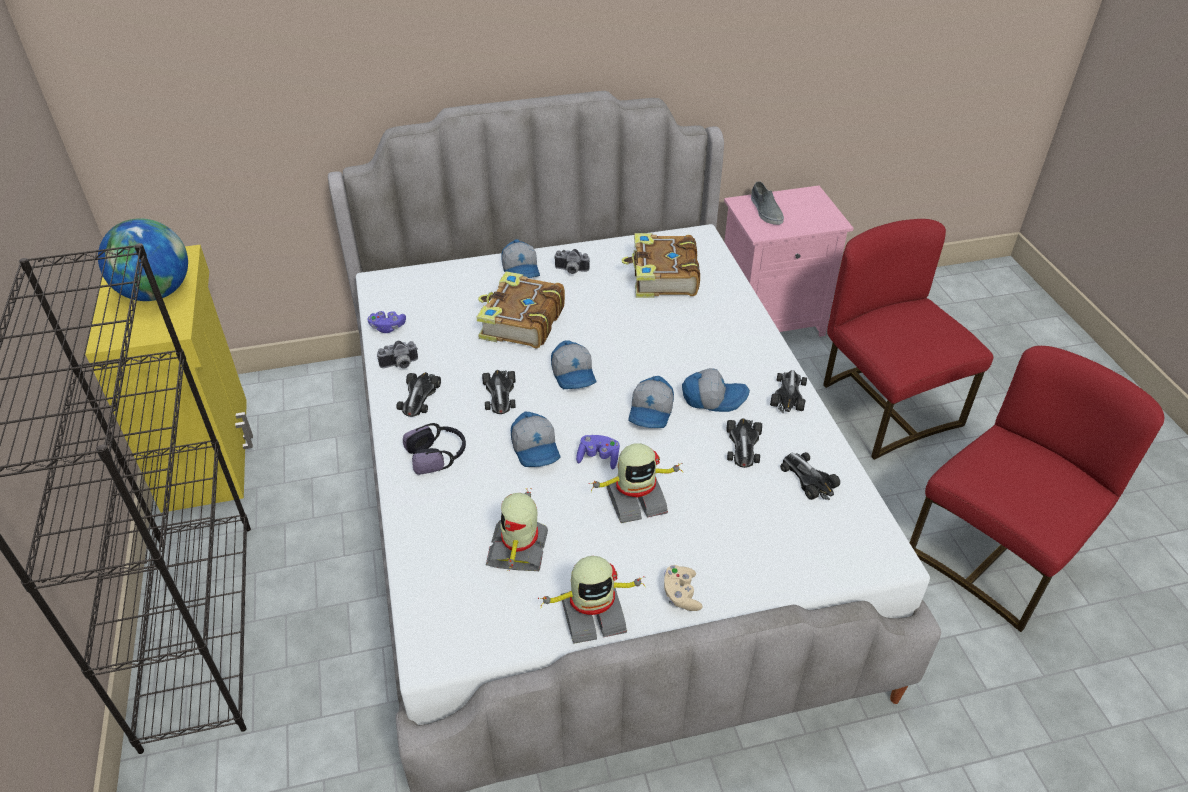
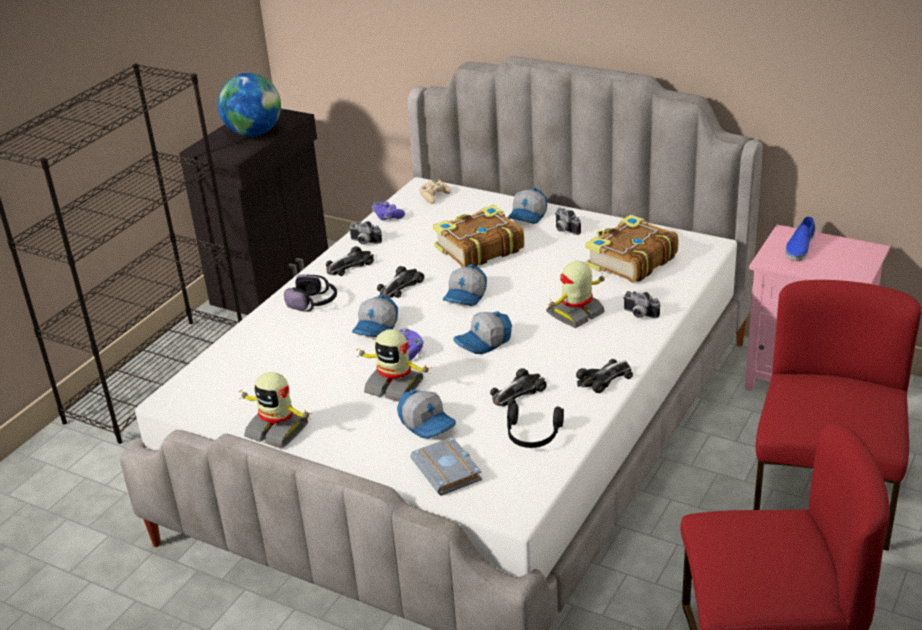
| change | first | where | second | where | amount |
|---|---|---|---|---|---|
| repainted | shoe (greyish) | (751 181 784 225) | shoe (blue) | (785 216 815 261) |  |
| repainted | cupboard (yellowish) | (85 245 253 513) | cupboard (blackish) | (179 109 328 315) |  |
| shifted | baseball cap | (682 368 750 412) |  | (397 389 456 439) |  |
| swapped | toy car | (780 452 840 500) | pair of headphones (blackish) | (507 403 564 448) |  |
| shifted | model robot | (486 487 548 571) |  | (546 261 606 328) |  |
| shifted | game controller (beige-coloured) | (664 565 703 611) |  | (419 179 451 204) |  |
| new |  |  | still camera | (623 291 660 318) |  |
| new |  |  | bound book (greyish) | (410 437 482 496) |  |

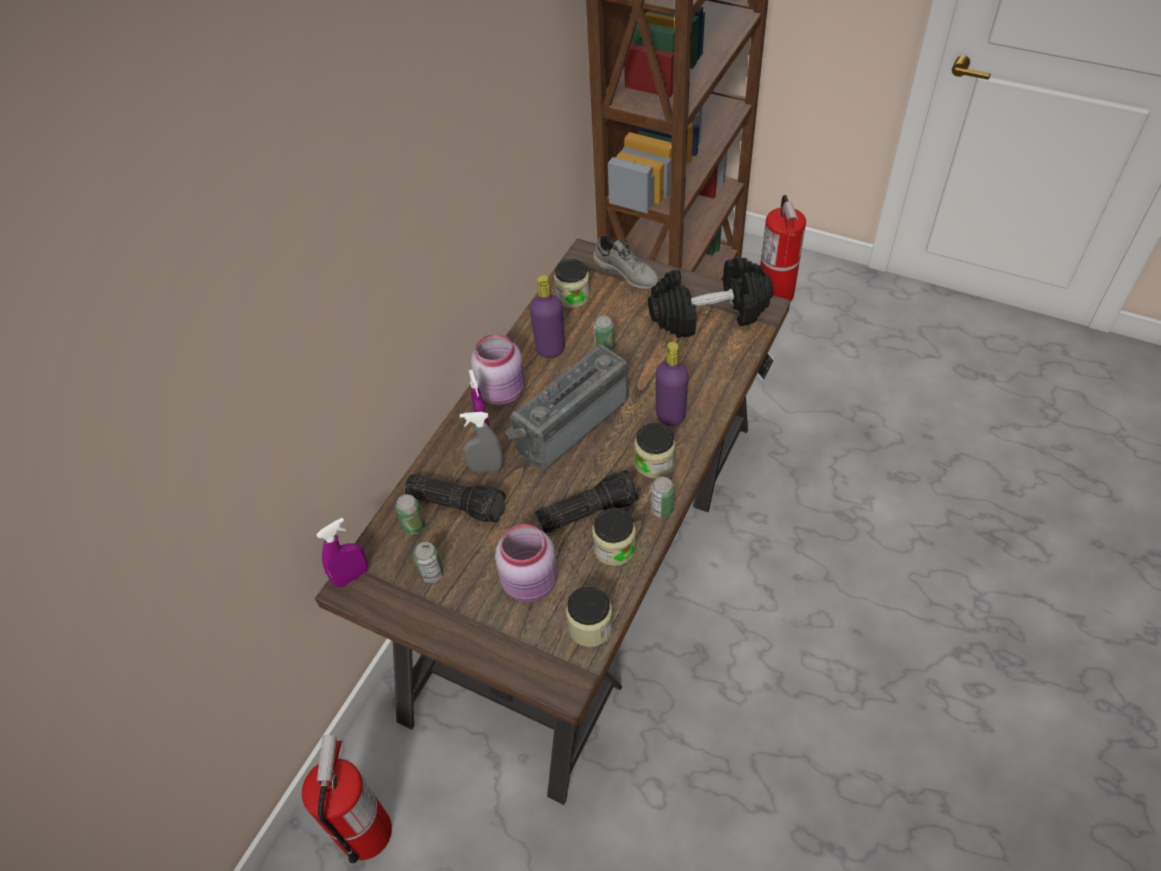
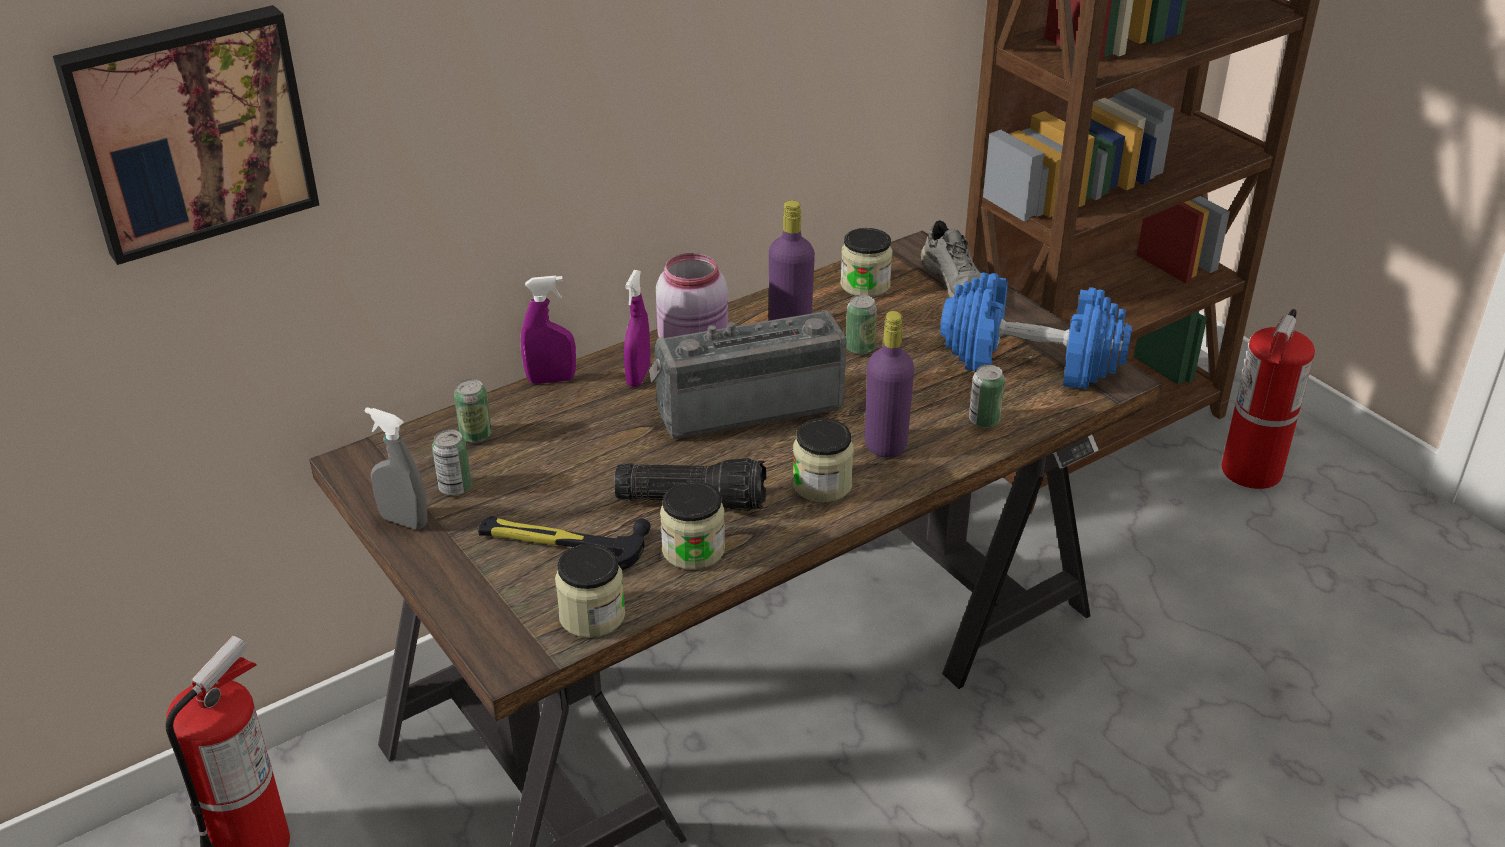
| change | first | where | second | where | amount |
|---|---|---|---|---|---|
| repainted | dumbbell (blackish) | (648 258 773 338) | dumbbell (blue) | (940 272 1132 389) |  |
| shifted | hand sprayer (greyish) | (460 412 504 472) |  | (365 407 427 530) |  |
| gone | flashlight | (404 474 506 523) |  |  |  |
| shifted | sealed can | (651 477 675 518) |  | (969 365 1005 428) |  |
| shifted | hand sprayer (purple-coloured) | (316 518 368 588) |  | (521 276 576 384) |  |
| swapped | jar (pink) | (495 524 558 602) | hammer | (478 516 651 570) |  |
| new |  |  | wall art | (53 5 319 265) |  |

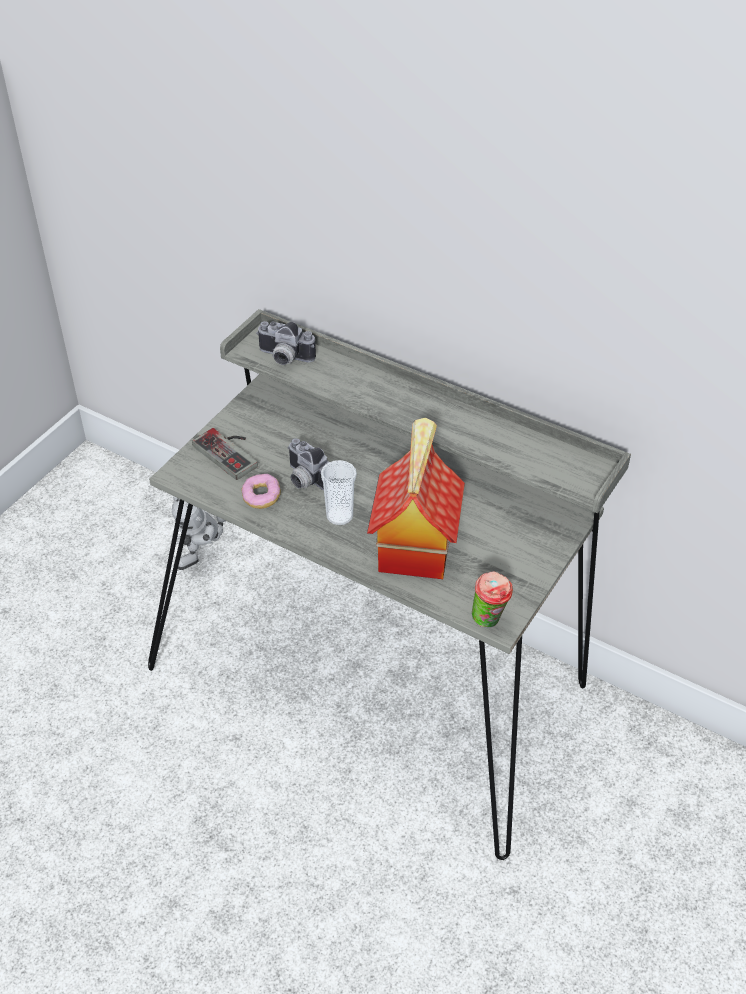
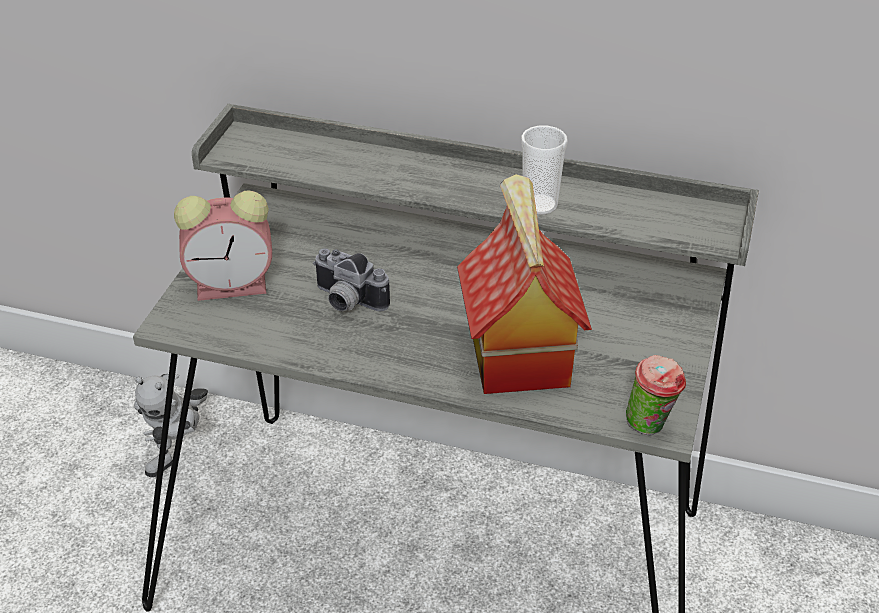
| change | first | where | second | where | amount |
|---|---|---|---|---|---|
| gone | still camera | (256 321 316 365) |  |  |  |
| swapped | game controller | (192 428 258 480) | bedside clock | (174 190 272 301) |  |
| shifted | small cup | (321 460 357 525) |  | (521 126 568 215) |  |
| gone | donut | (241 474 281 509) |  |  |  |

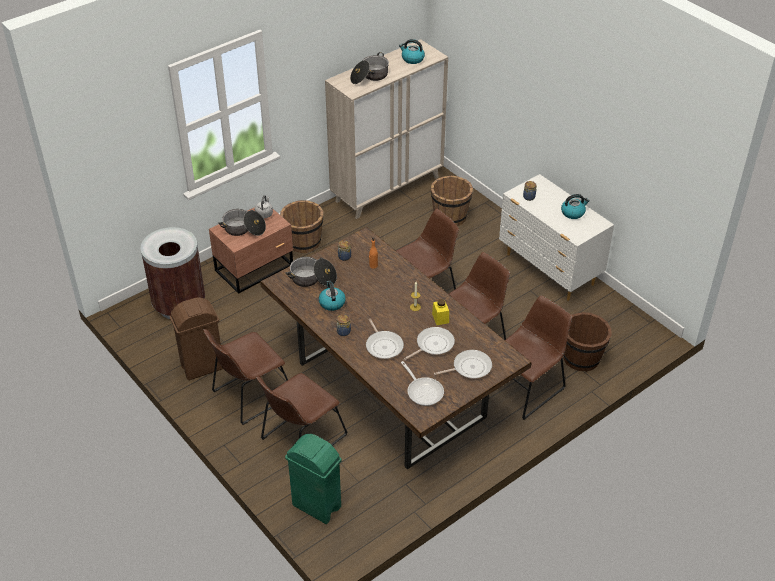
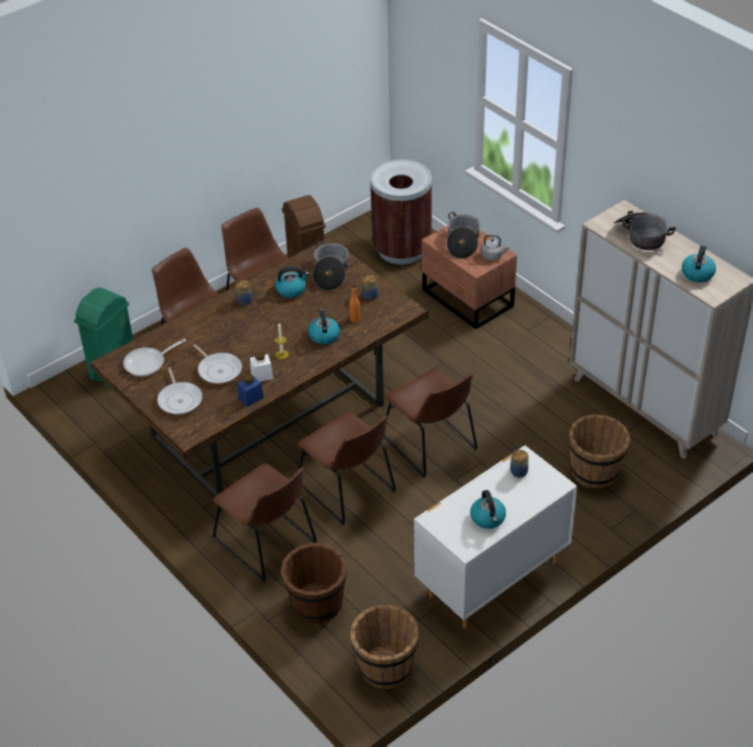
| change | first | where | second | where | amount |
|---|---|---|---|---|---|
| shifted | water bucket (brown) | (280 200 323 253) |  | (350 604 419 689) |  |
| repainted | jar (yellowish) | (432 299 449 325) | jar (white) | (250 352 273 382) |  |
| gone | frying pan | (366 319 404 359) |  |  |  |
| new |  |  | water kettle | (308 309 340 344) |  |
| new |  |  | jar (blue) | (237 374 264 407) |  |

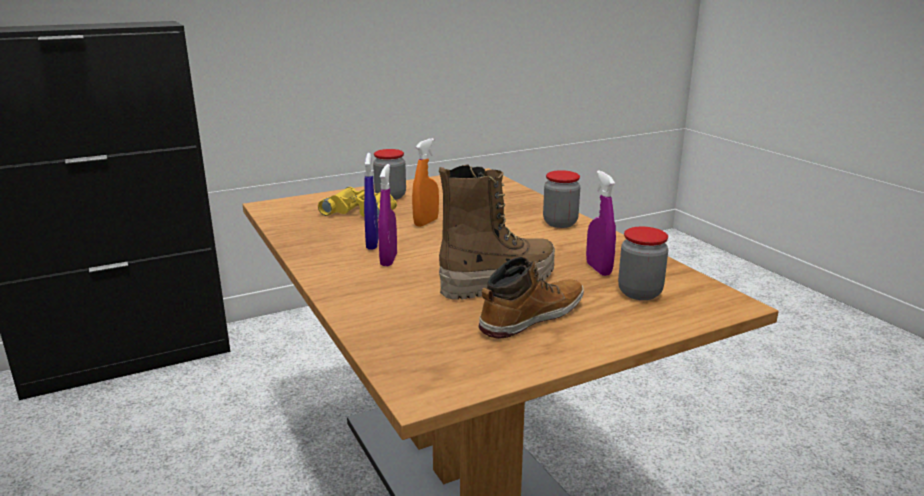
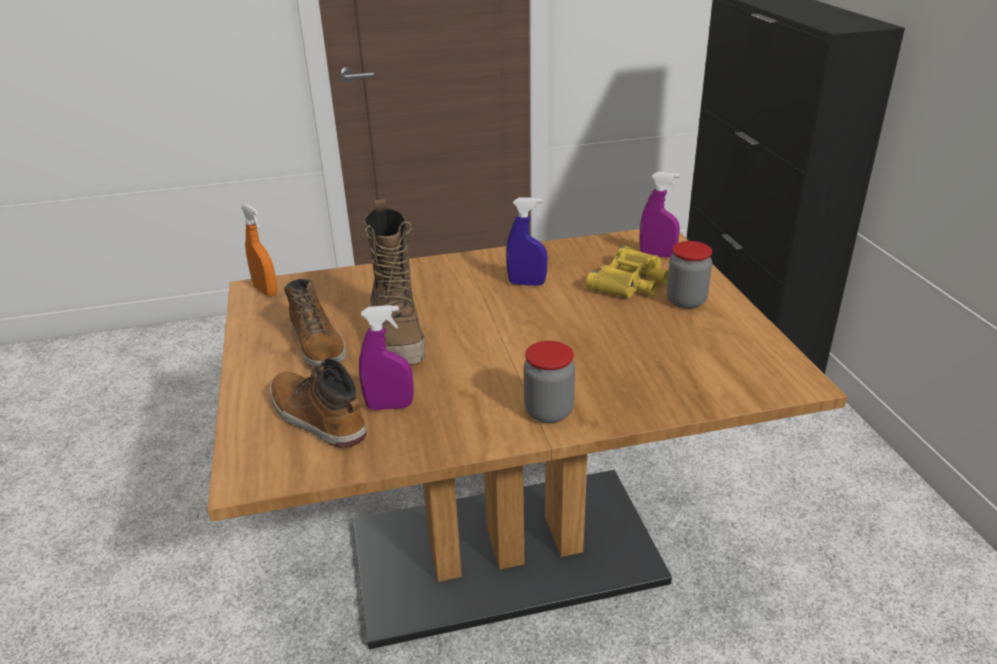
| change | first | where | second | where | amount |
|---|---|---|---|---|---|
| shifted | hand sprayer (orange-coloured) | (412 138 439 227) |  | (241 204 278 296) |  |
| shifted | hand sprayer (purple-coloured) | (378 164 397 266) |  | (639 172 680 258) |  |
| swapped | jar | (618 227 668 300) | tall boot | (270 358 367 448) |  |

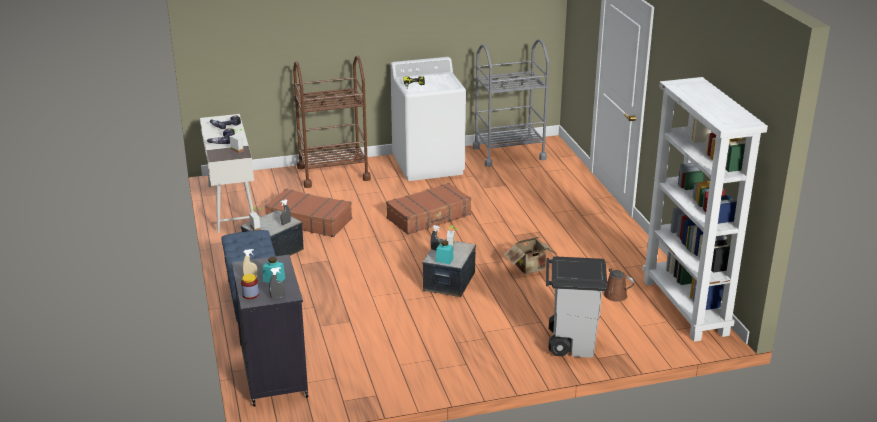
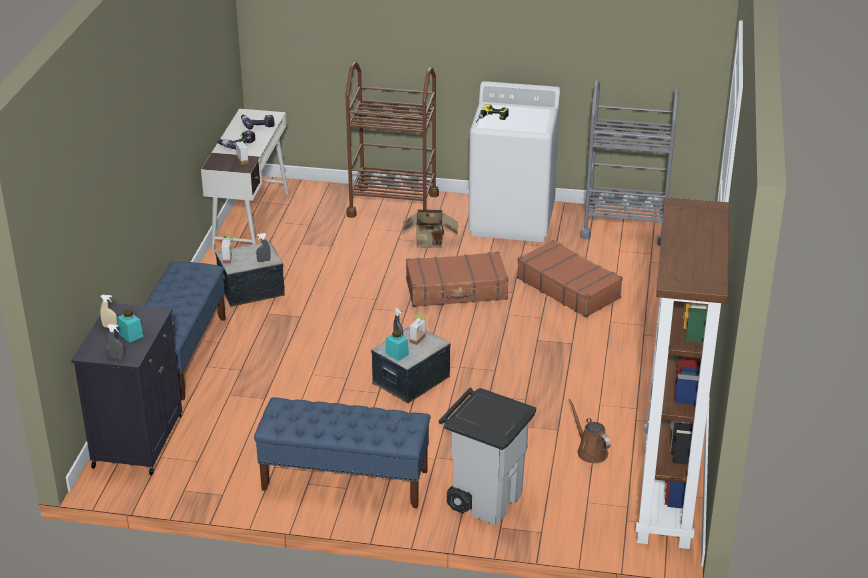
| change | first | where | second | where | amount |
|---|---|---|---|---|---|
| repainted | bookcase (white) | (642 77 768 342) | bookcase (brown) | (636 197 729 549) |  |
| shifted | suitcase (brown) | (265 189 352 237) |  | (517 240 623 317) |  |
| shifted | packing box | (504 236 558 274) |  | (402 210 458 248) |  |
| gone | jar | (241 274 259 299) |  |  |  |
| new |  |  | long seat (blue) | (254 397 430 508) |  |

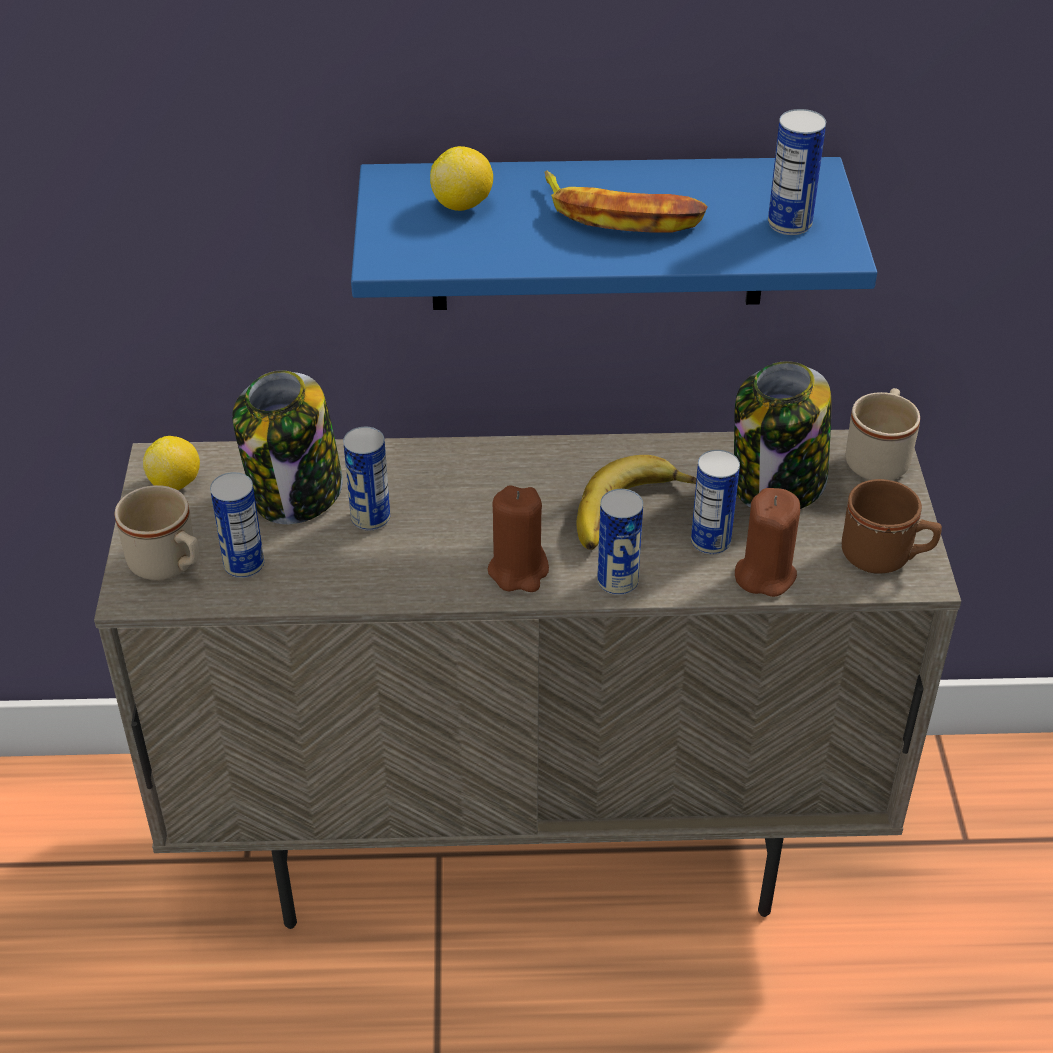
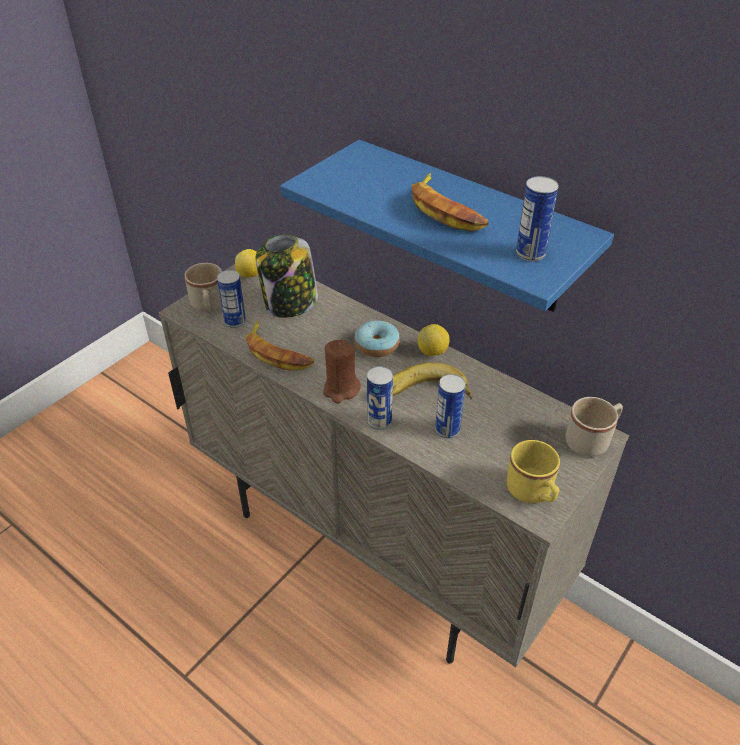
| change | first | where | second | where | amount |
|---|---|---|---|---|---|
| shifted | lemon | (430 146 493 211) |  | (418 324 449 356) |  |
| gone | jar | (734 361 832 509) |  |  |  |
| gone | sealed can | (343 427 390 530) |  |  |  |
| repainted | mug (brown) | (842 479 942 574) | mug (yellowish) | (507 440 560 503) |  |
| gone | wax light (brown) | (735 488 800 597) |  |  |  |
| new |  |  | banana fruit | (245 320 314 370) |  |
| new |  |  | donut | (354 320 400 357) |  |

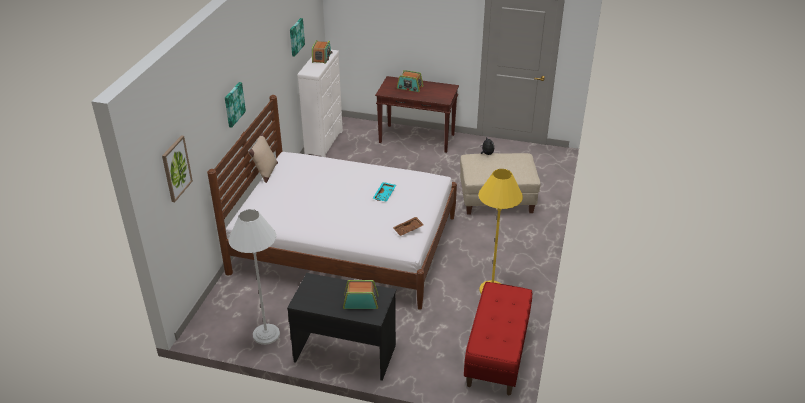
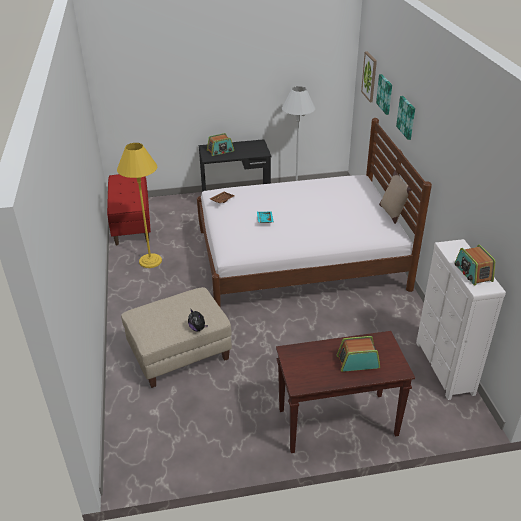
| change | first | where | second | where | amount |
|---|---|---|---|---|---|
| shifted | wall art | (290 18 305 56) |  | (376 74 392 115) |  |

